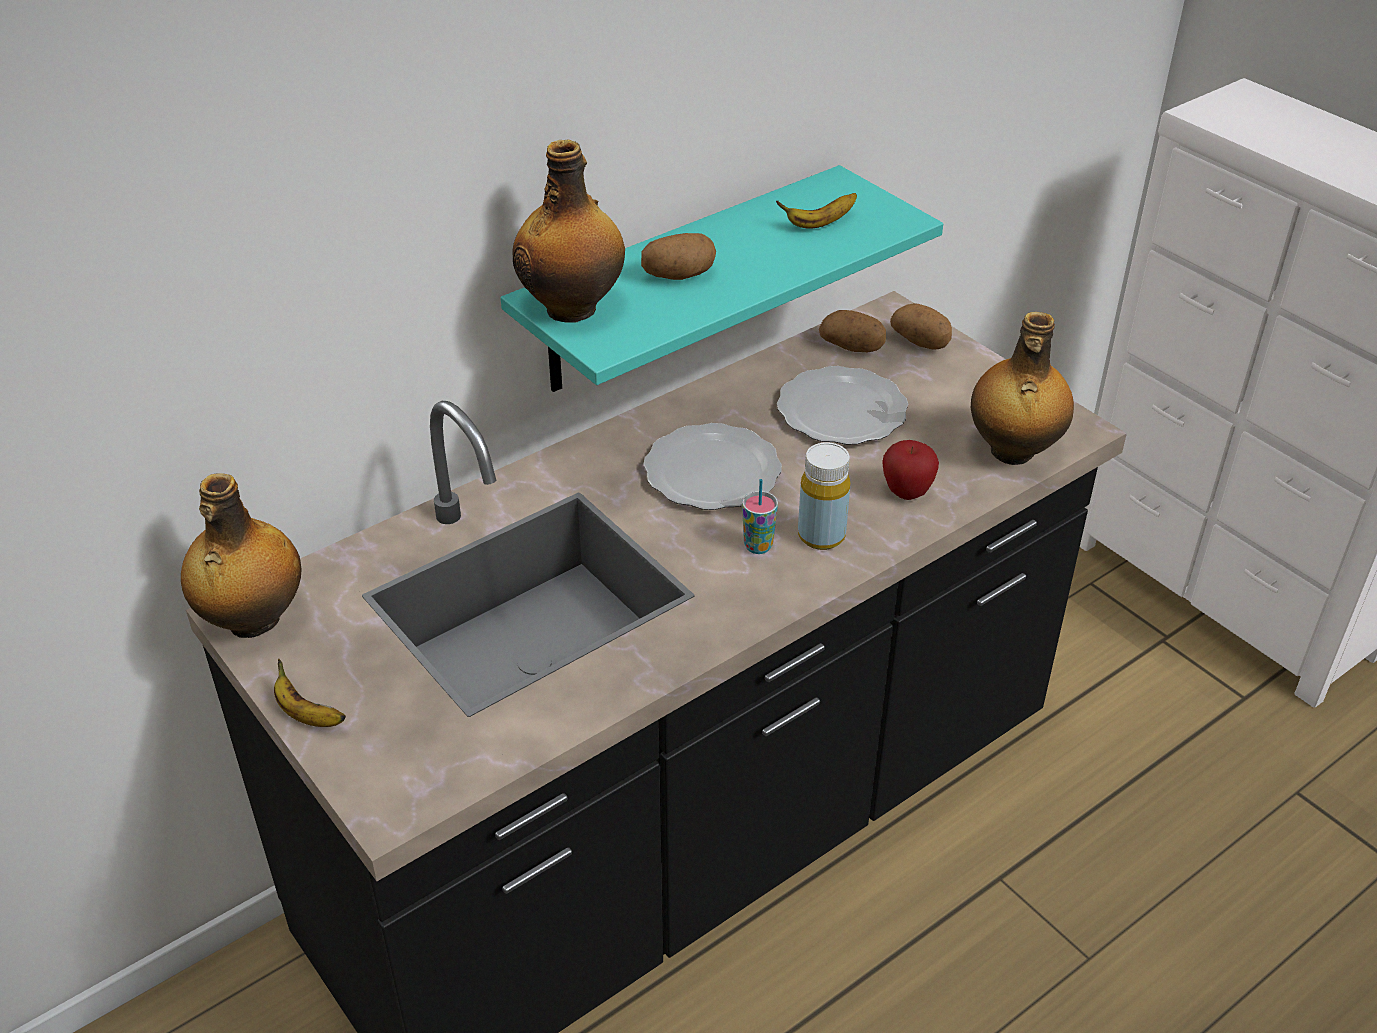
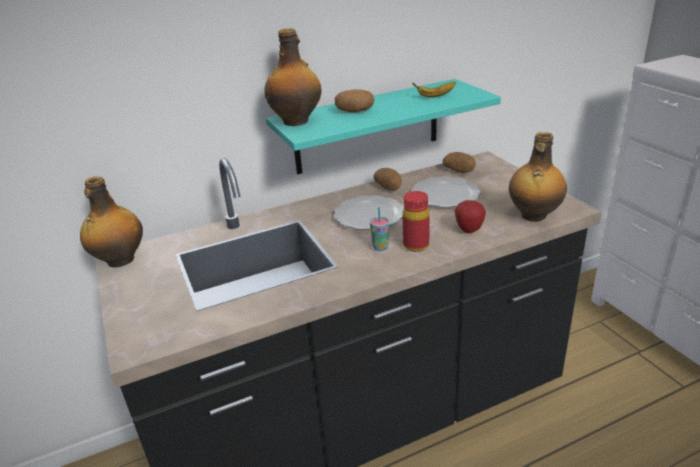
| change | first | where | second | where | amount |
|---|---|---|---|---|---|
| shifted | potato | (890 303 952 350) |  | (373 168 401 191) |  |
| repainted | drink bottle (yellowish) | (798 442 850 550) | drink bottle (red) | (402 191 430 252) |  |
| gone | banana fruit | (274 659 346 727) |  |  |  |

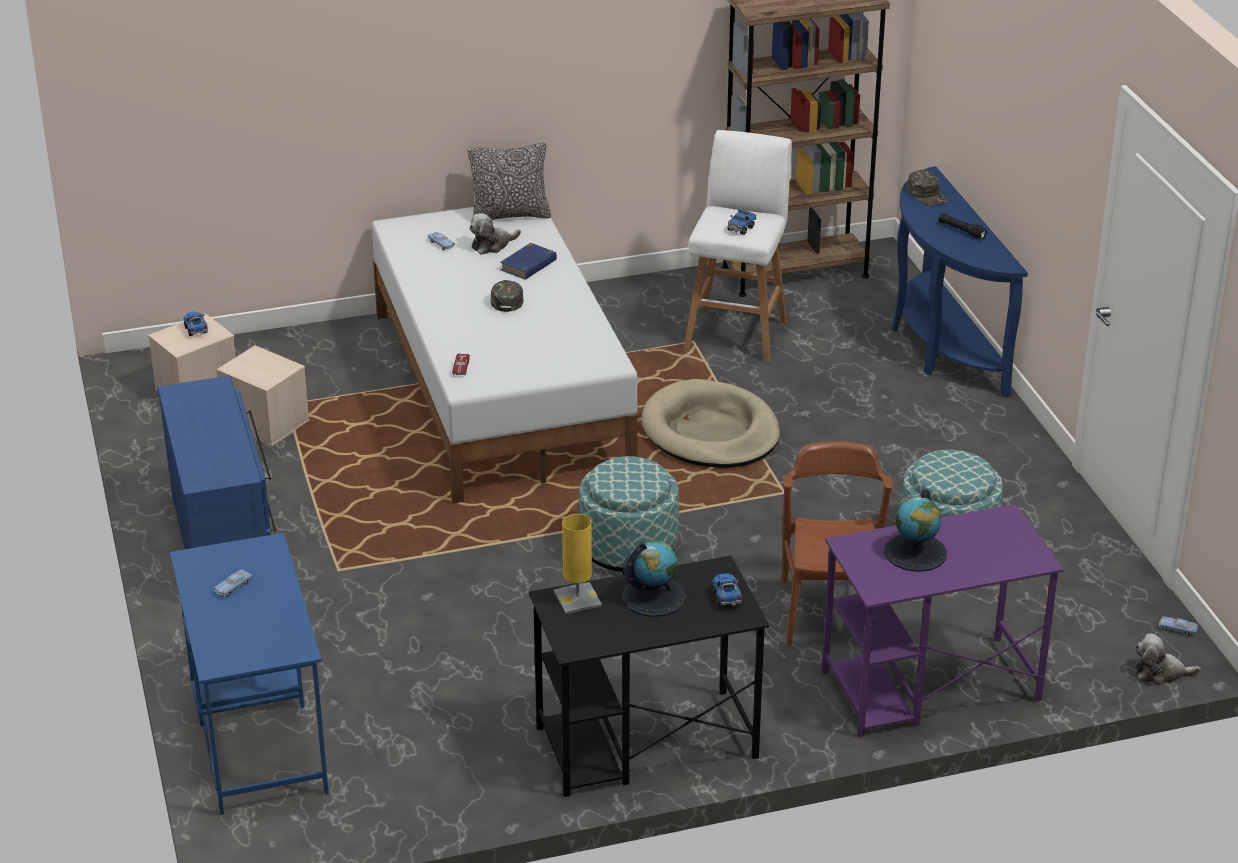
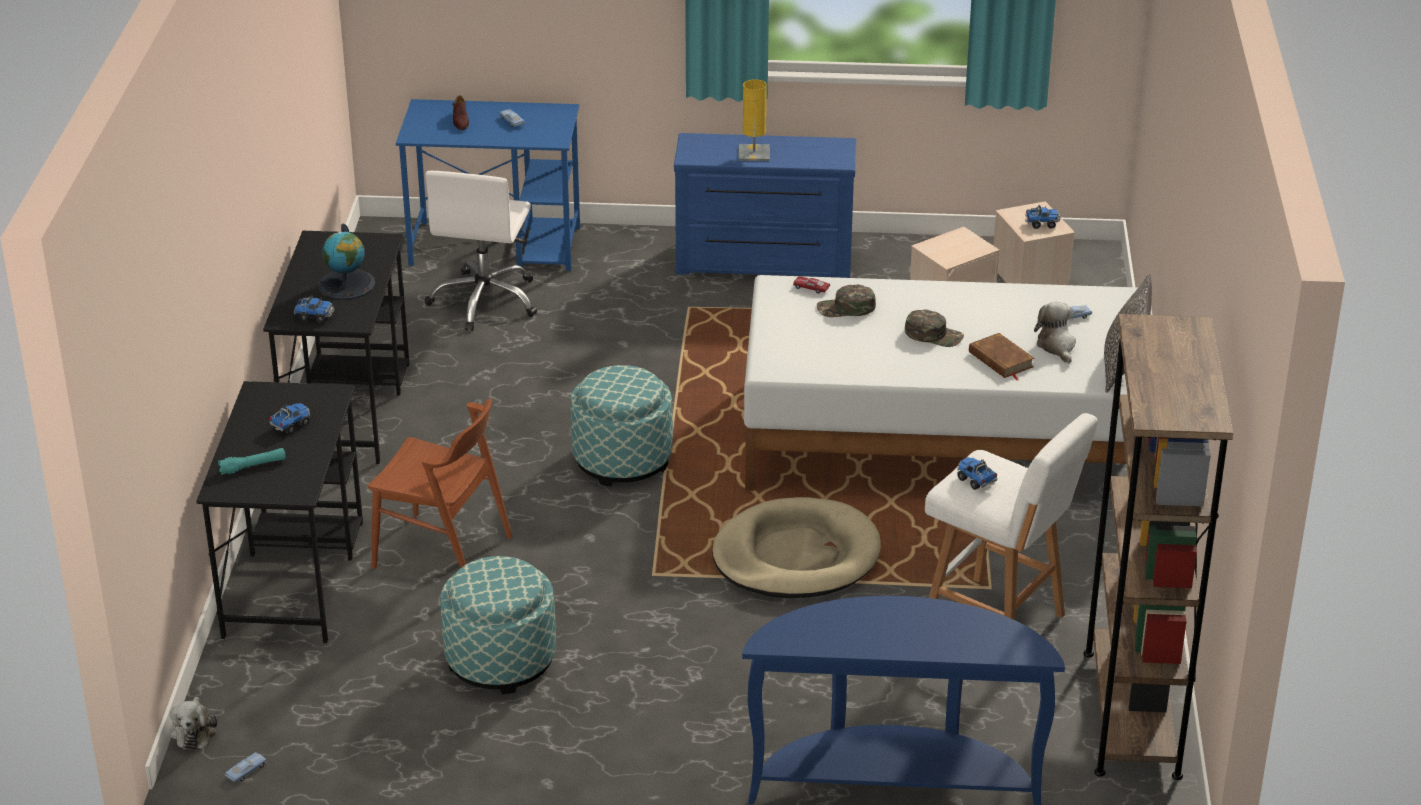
| change | first | where | second | where | amount |
|---|---|---|---|---|---|
| shifted | baseball cap (greenish) | (907 170 948 206) |  | (817 284 876 317) |  |
| gone | flashlight (blackish) | (938 213 988 240) |  |  |  |
| repainted | bound book (blue) | (500 243 557 280) | bound book (brown) | (969 333 1035 380) |  |
| swapped | globe | (884 489 947 572) | model truck | (269 403 310 434) |  |
| repainted | desk unit (purple-coloured) | (822 504 1064 737) | desk unit (blackish) | (196 381 363 643) |  |
| shifted | tabletop lamp (yellowish) | (554 514 602 614) |  | (739 79 770 161) |  |
| rotated | soft toy | (1135 634 1201 685) |  | (171 697 217 750) | 150 degrees clockwise |
| new |  |  | shoe (brown) | (452 95 469 130) |  |
| new |  |  | computer chair (white) | (425 171 537 331) |  |
| new |  |  | flashlight (turquoise) | (218 448 286 475) |  |

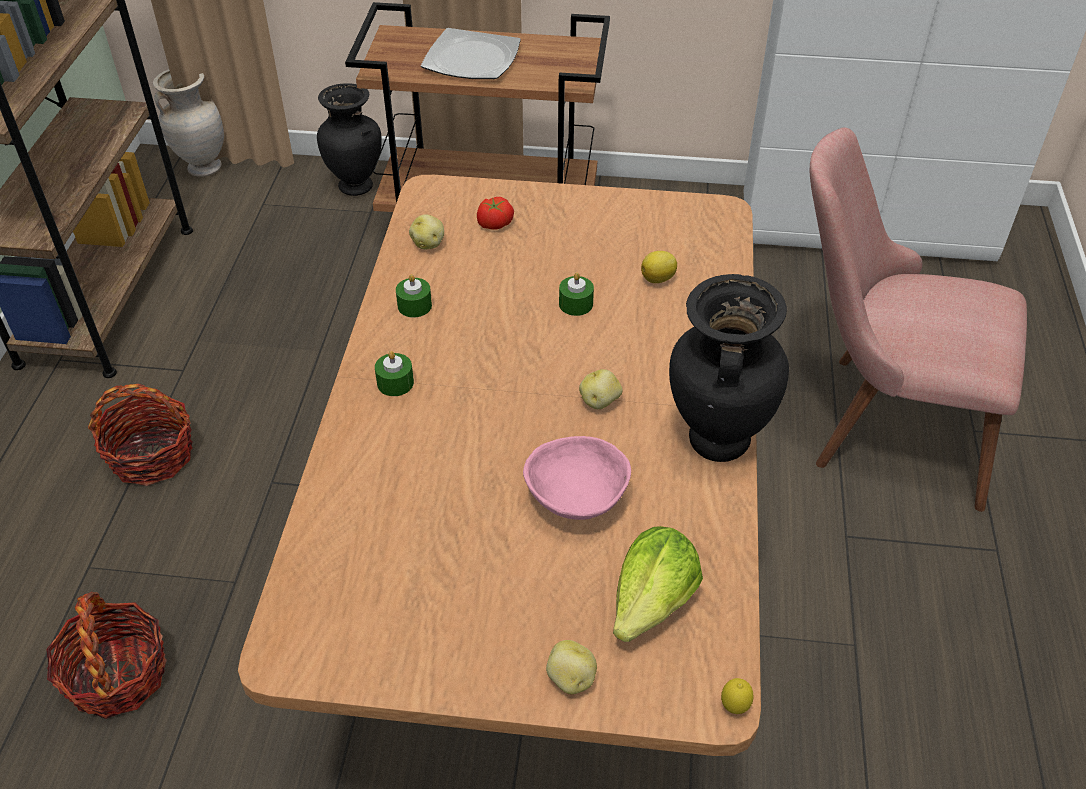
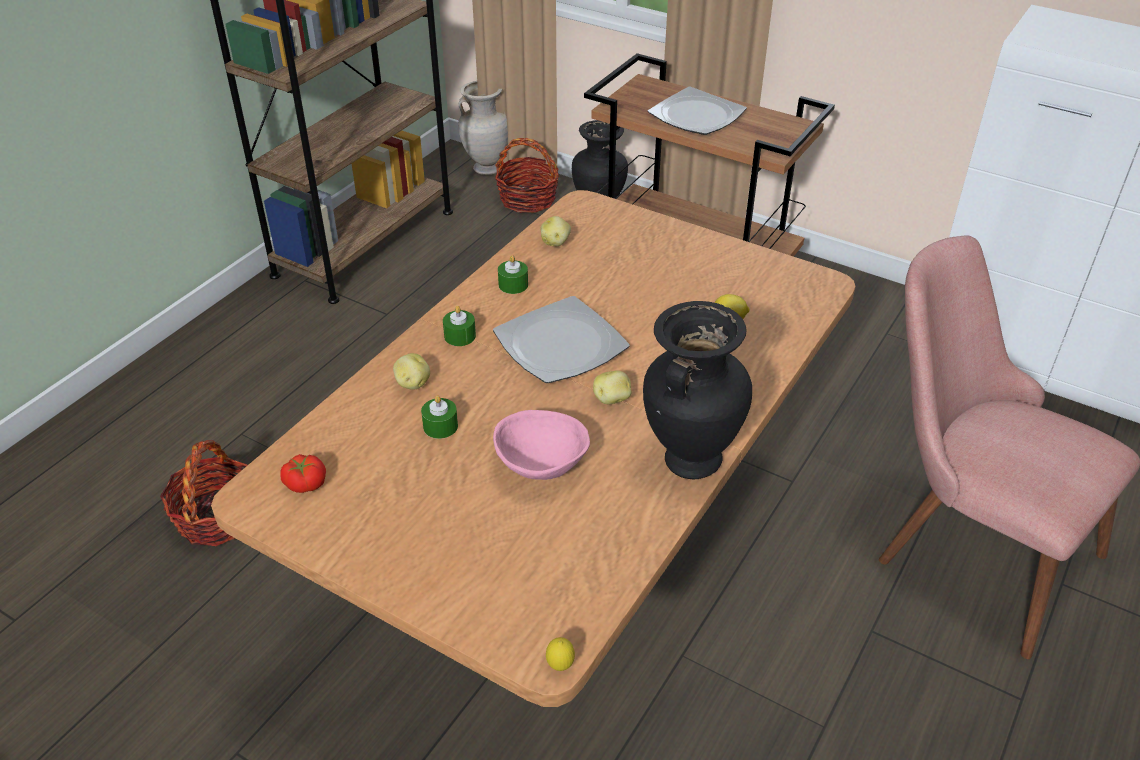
| change | first | where | second | where | amount |
|---|---|---|---|---|---|
| shifted | whole tomato | (477 197 514 230) |  | (280 454 326 493) |  |
| shifted | wax light (greenish) | (559 272 594 316) |  | (421 395 458 439) |  |
| shifted | storage basket | (88 384 193 486) |  | (495 138 559 213) |  |
| gone | lettuce | (613 526 703 642) |  |  |  |
| shifted | potato | (546 640 597 694) |  | (393 353 430 390) |  |
| new |  |  | flat dish | (493 296 630 383) |  |

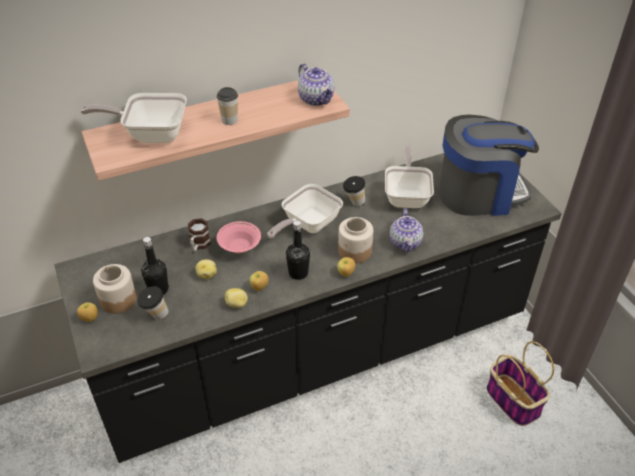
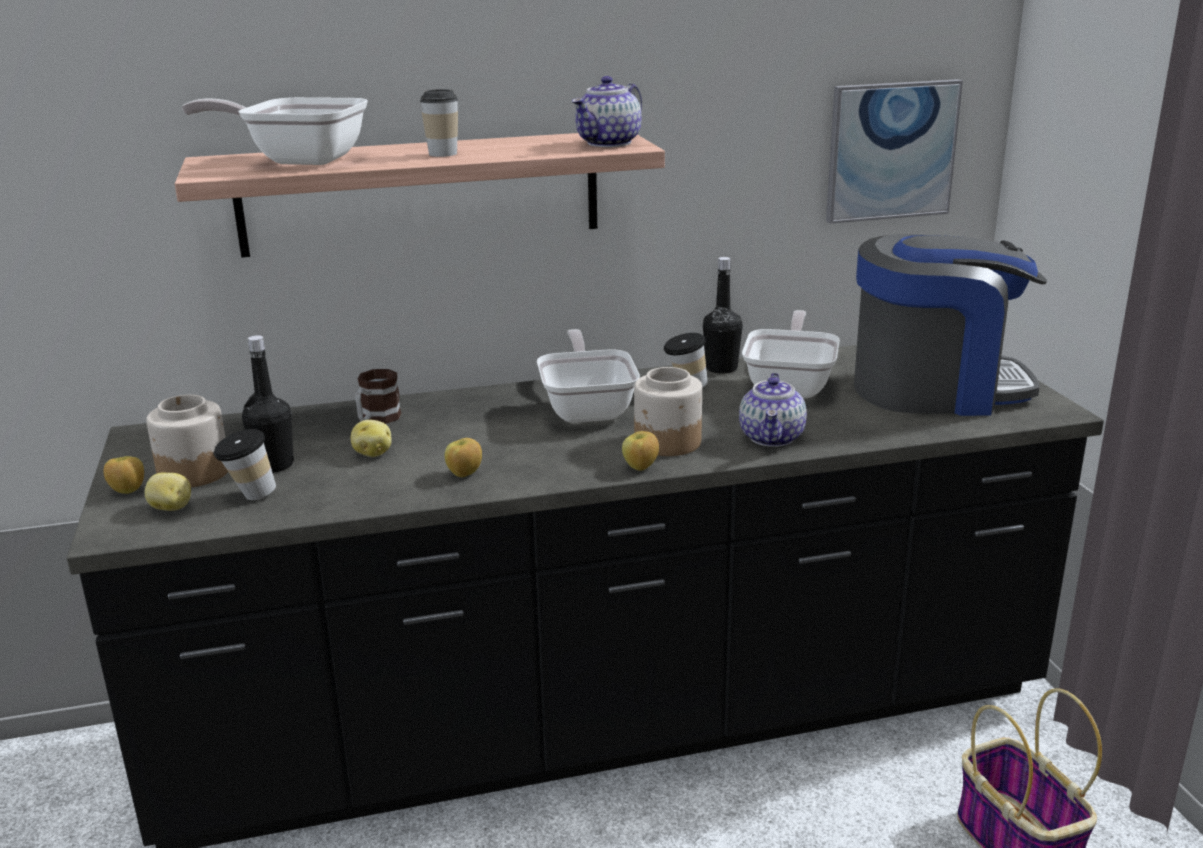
| change | first | where | second | where | amount |
|---|---|---|---|---|---|
| rotated | tea pot | (298 63 334 106) |  | (572 76 642 147) | 60 degrees clockwise |
| rotated | frying pan | (267 184 343 238) |  | (537 329 640 423) | 120 degrees clockwise |
| gone | serving bowl (pink) | (217 221 261 254) |  |  |  |
| shifted | drink bottle (blackish) | (286 221 310 280) |  | (703 257 743 373) |  |
| shifted | potato | (225 288 248 308) |  | (144 473 191 511) |  |
| new |  |  | wall art | (826 79 963 224) |  |

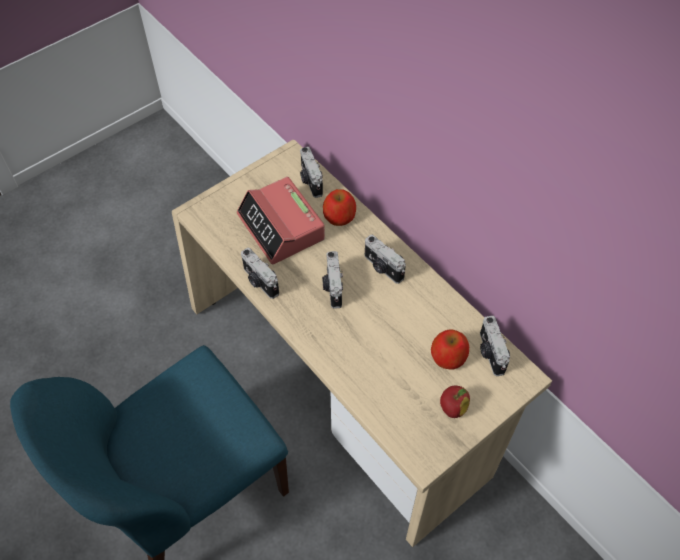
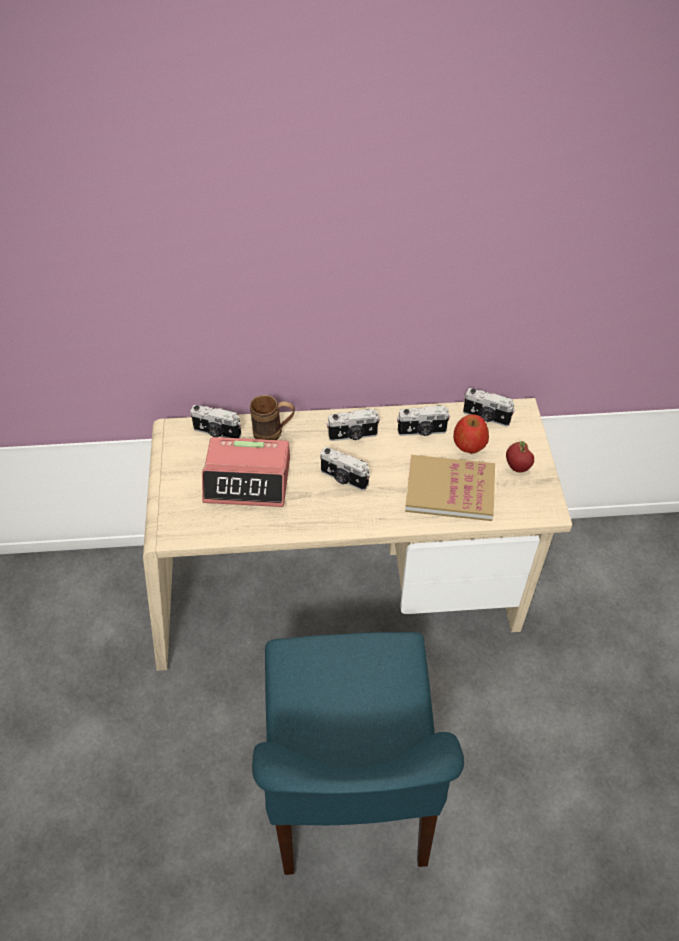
| change | first | where | second | where | amount |
|---|---|---|---|---|---|
| swapped | apple | (323 189 356 226) | mug (brown) | (250 395 295 440) |  |
| shifted | still camera | (241 248 279 299) |  | (397 405 450 436) |  |
| new |  |  | bound book | (405 455 495 521) |  |

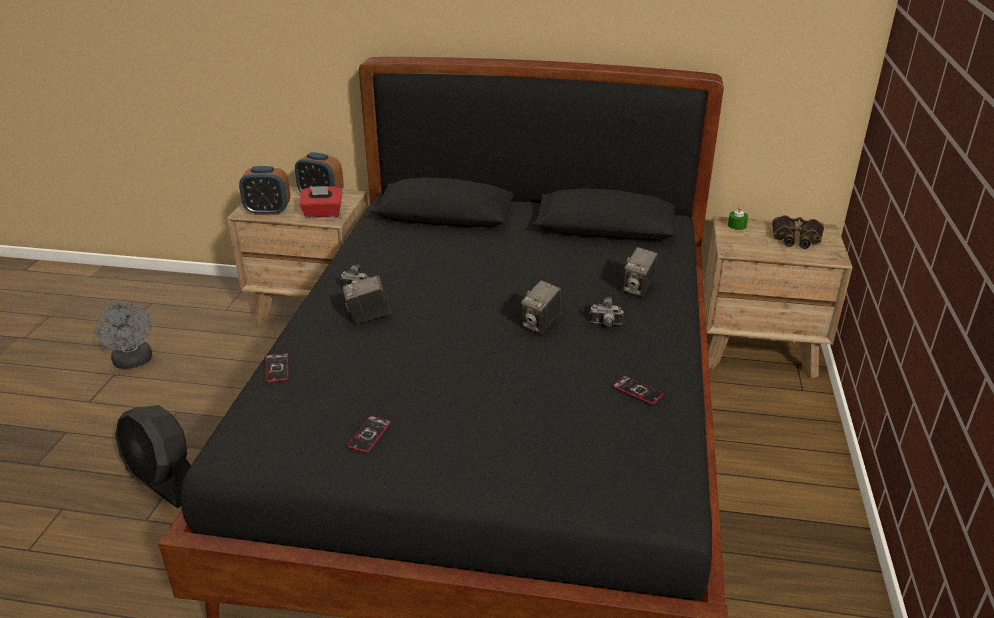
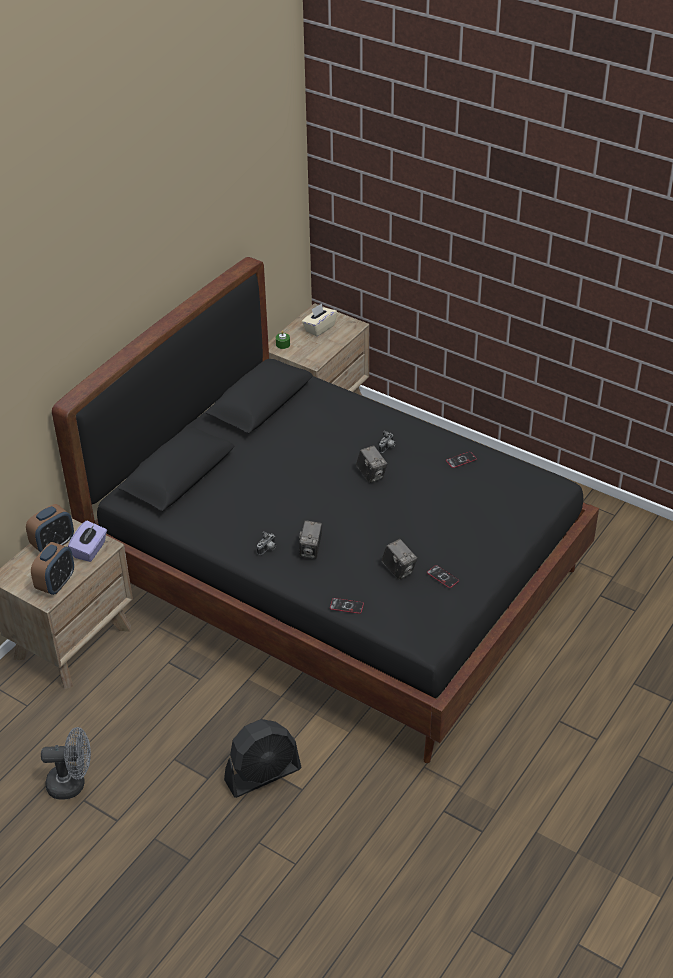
| change | first | where | second | where | amount |
|---|---|---|---|---|---|
| repainted | tissue holder (red) | (299 186 343 218) | tissue holder (purple-coloured) | (68 521 107 562) |  |
| swapped | binoculars | (772 215 824 249) | tissue holder (beige-coloured) | (302 303 337 337) |  |
| shifted | still camera | (622 247 658 297) |  | (382 539 417 580) |  |

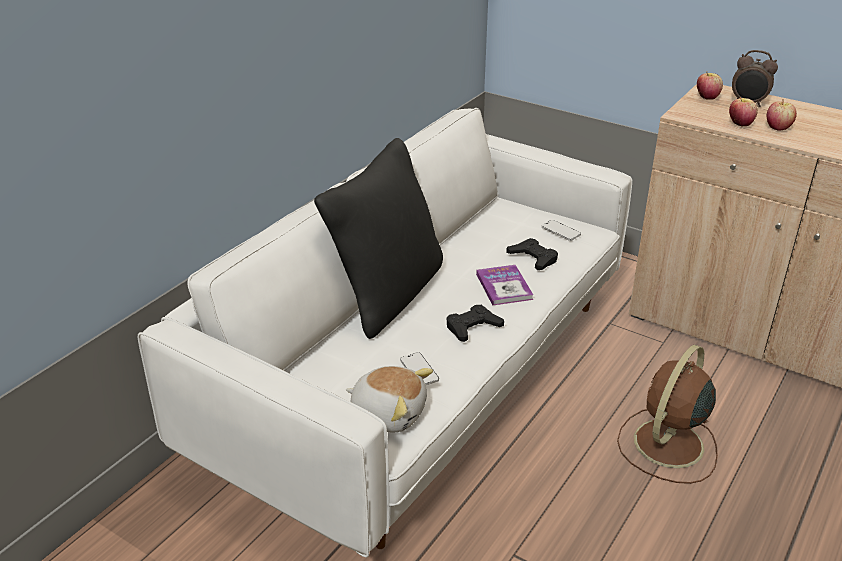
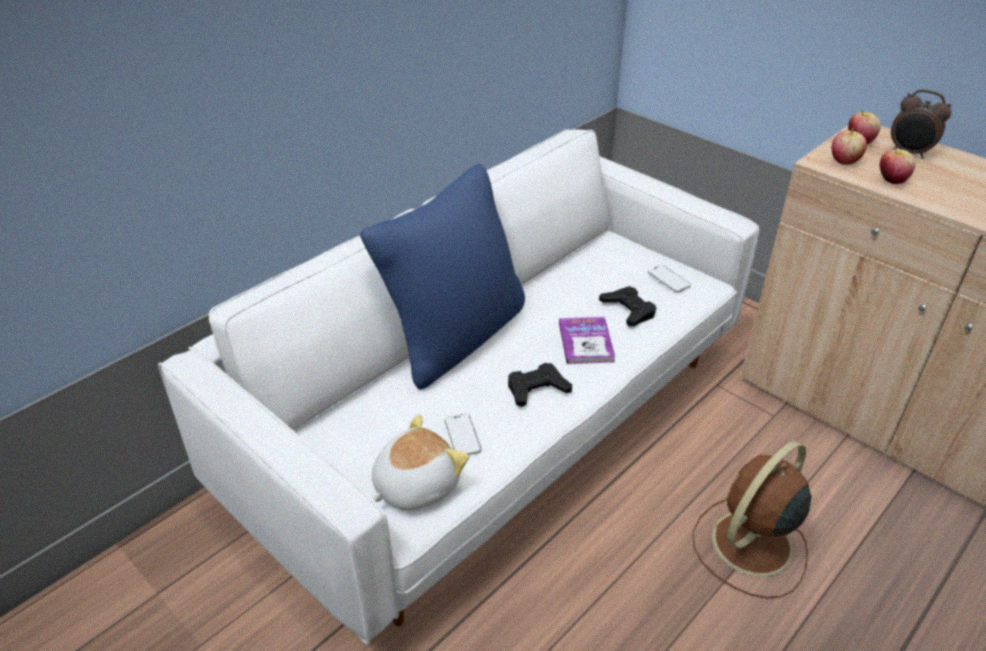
| change | first | where | second | where | amount |
|---|---|---|---|---|---|
| shifted | apple | (767 99 797 131) |  | (832 128 867 165) |  |
| repainted | throw pillow (blackish) | (314 138 443 339) | throw pillow (blue) | (360 164 525 389) |  |
| rotated | soft toy | (346 366 433 432) |  | (372 414 469 511) | 75 degrees counterclockwise |

